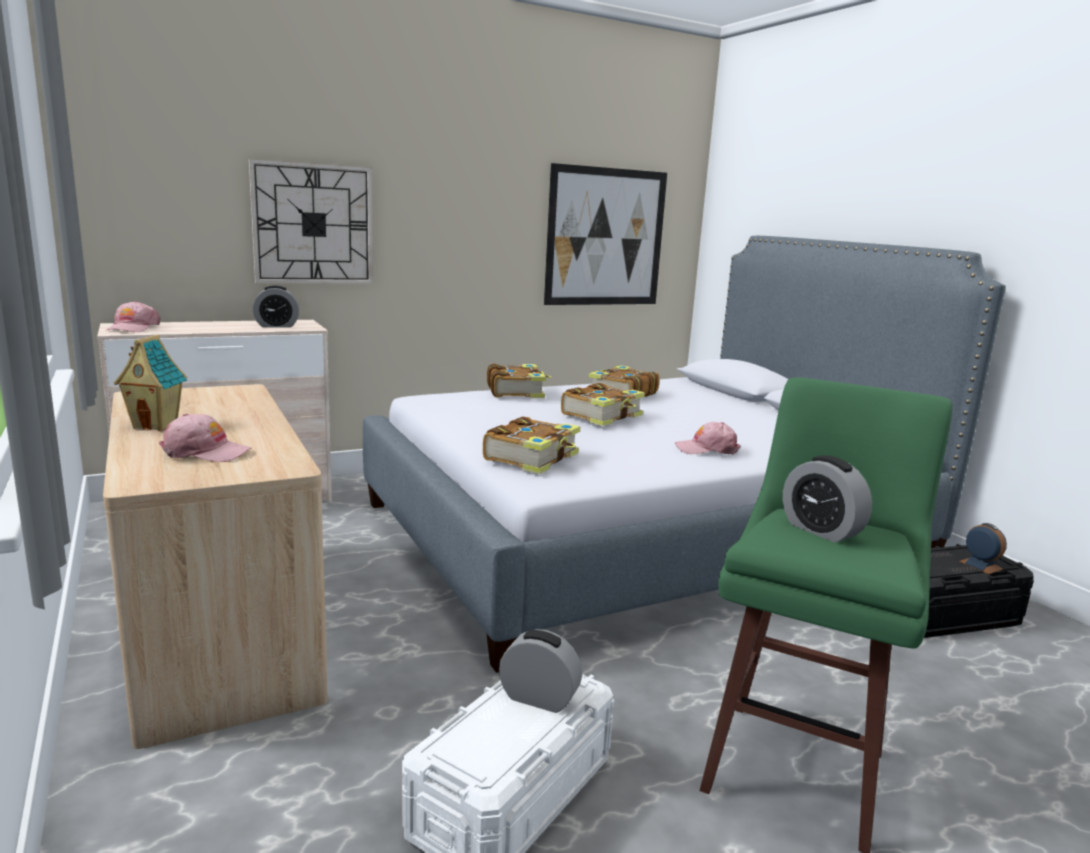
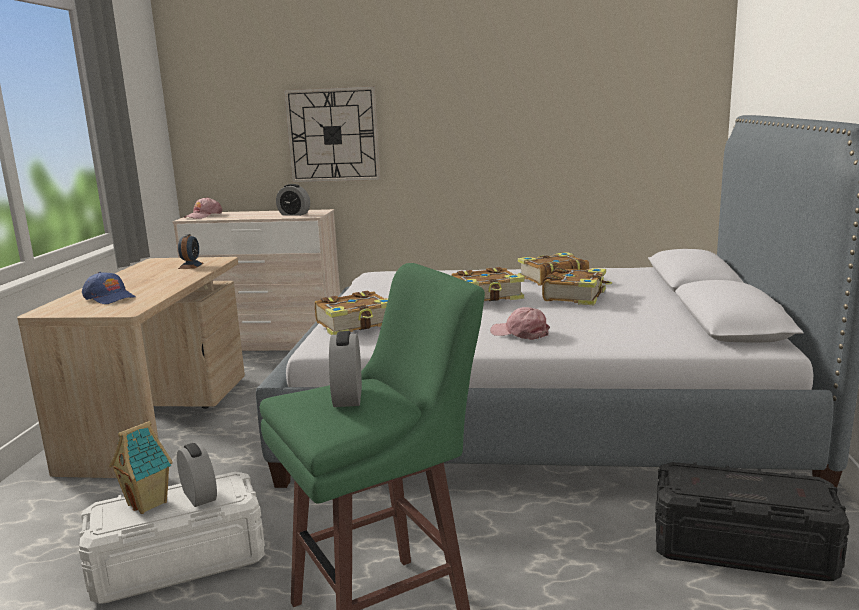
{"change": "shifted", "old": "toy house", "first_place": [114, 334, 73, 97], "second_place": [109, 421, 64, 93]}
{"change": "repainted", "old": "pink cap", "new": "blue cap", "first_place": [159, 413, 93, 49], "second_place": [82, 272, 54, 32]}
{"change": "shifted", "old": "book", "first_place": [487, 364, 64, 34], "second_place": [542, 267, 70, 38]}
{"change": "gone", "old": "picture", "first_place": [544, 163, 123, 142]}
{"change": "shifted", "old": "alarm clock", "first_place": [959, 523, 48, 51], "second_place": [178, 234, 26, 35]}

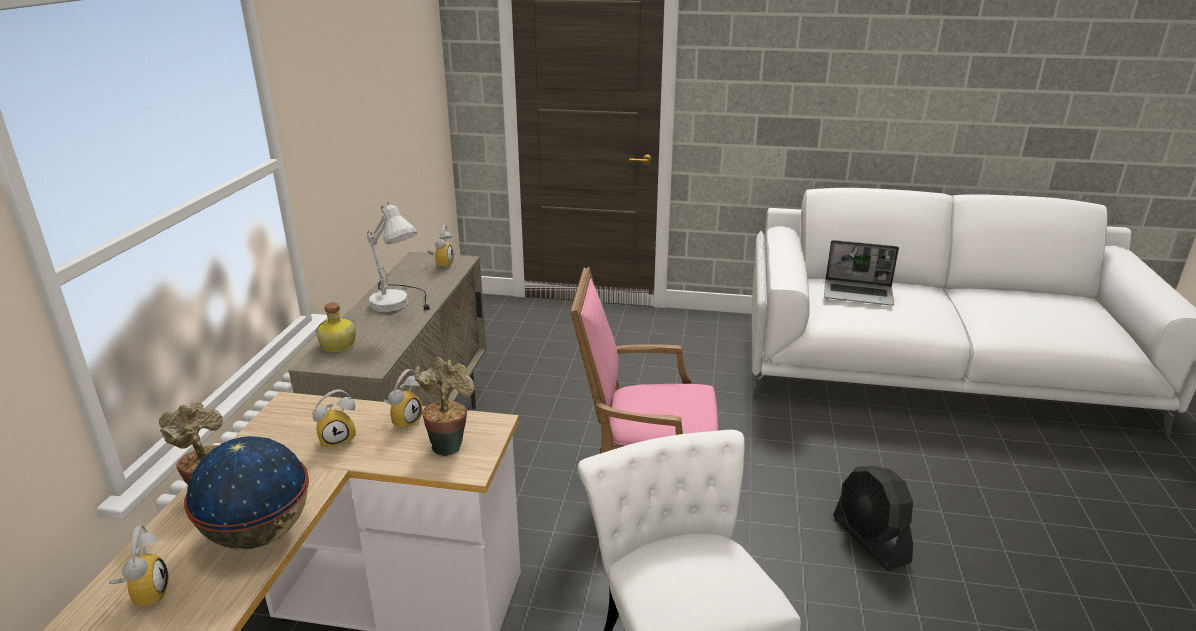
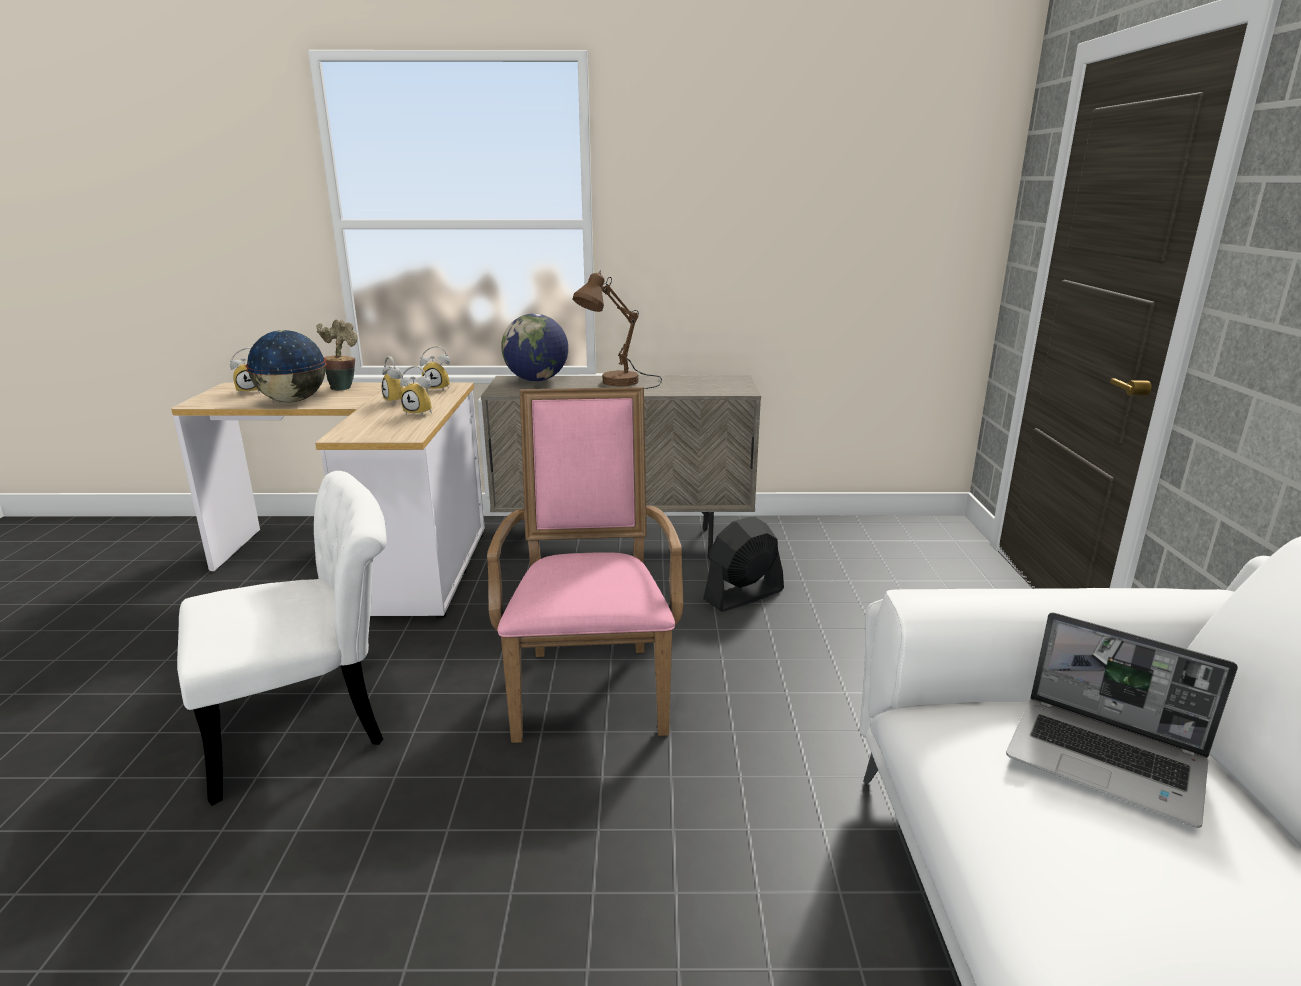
{"change": "swapped", "old": "bottle", "new": "globe", "first_place": [316, 302, 40, 50], "second_place": [501, 314, 67, 67]}
{"change": "repainted", "old": "white table lamp", "new": "brown table lamp", "first_place": [367, 202, 63, 110], "second_place": [572, 271, 90, 118]}
{"change": "gone", "old": "potted plant", "first_place": [414, 357, 61, 99]}
{"change": "shifted", "old": "alarm clock", "first_place": [427, 225, 27, 43], "second_place": [420, 346, 30, 45]}
{"change": "rotated", "old": "laptop", "first_place": [824, 240, 75, 66], "second_place": [1006, 613, 232, 215], "degrees": -60}
{"change": "shifted", "old": "black fan", "first_place": [833, 466, 80, 104], "second_place": [703, 517, 81, 95]}

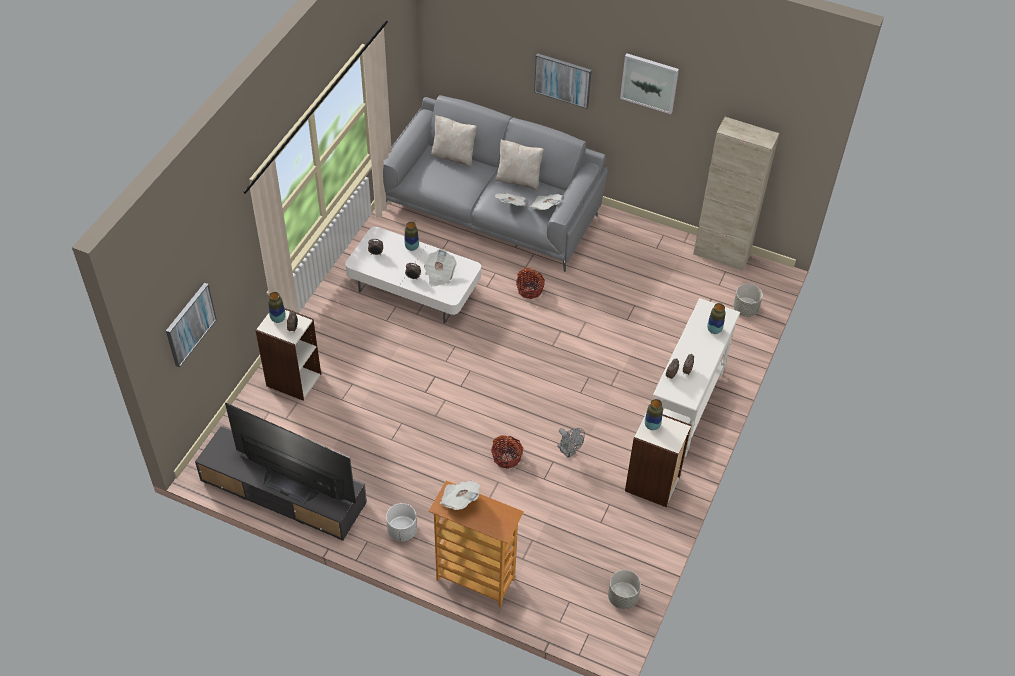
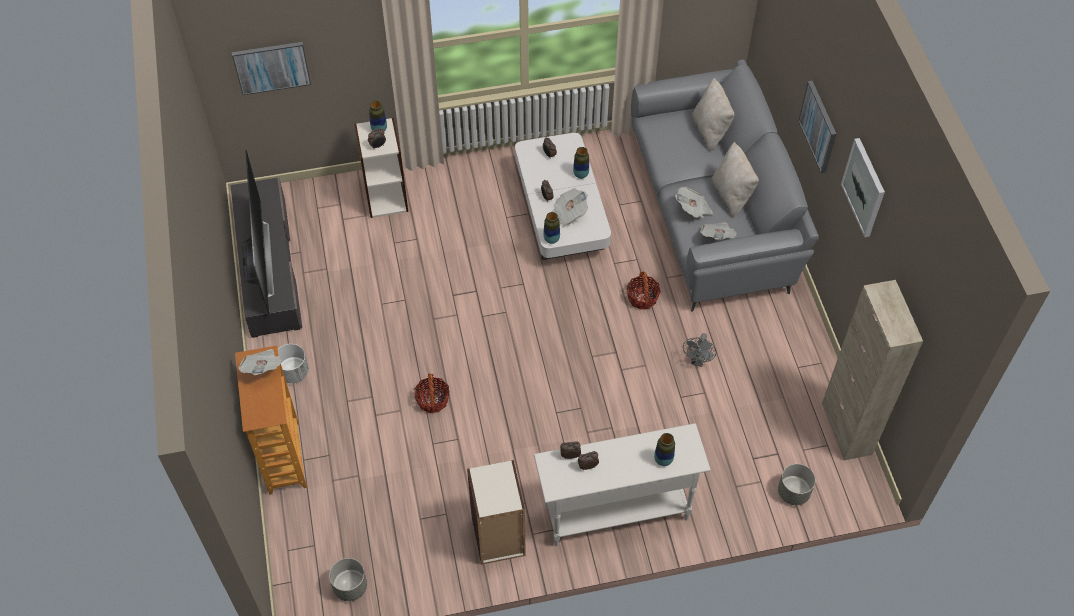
{"change": "shifted", "old": "grey fan", "first_place": [557, 428, 28, 30], "second_place": [683, 333, 33, 34]}
{"change": "shifted", "old": "vase", "first_place": [645, 399, 18, 31], "second_place": [543, 212, 17, 32]}

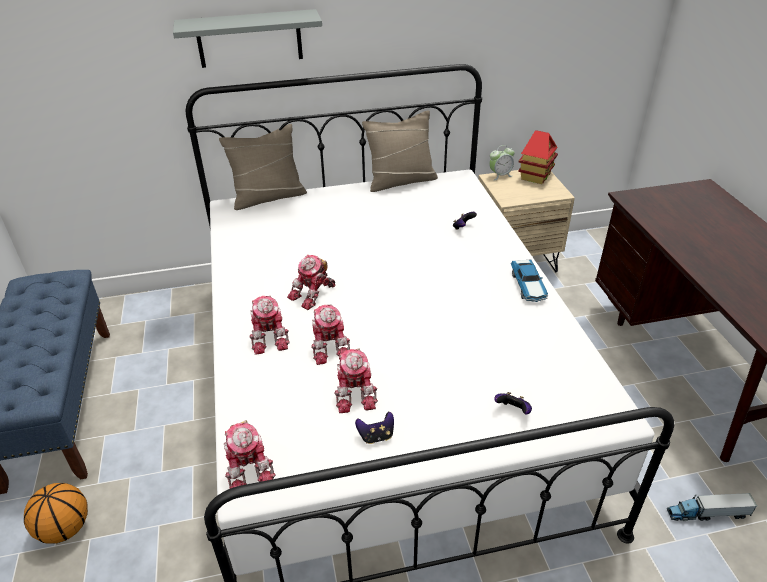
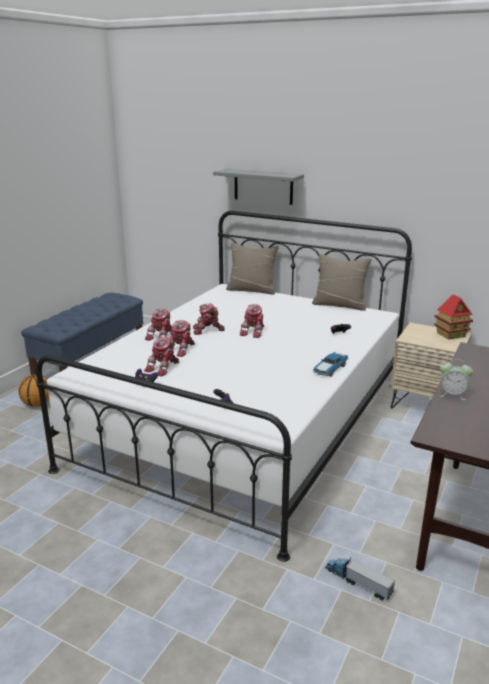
{"change": "shifted", "old": "toy robot", "first_place": [224, 420, 52, 69], "second_place": [240, 304, 24, 34]}
{"change": "shifted", "old": "alarm clock", "first_place": [489, 145, 26, 36], "second_place": [439, 359, 34, 41]}

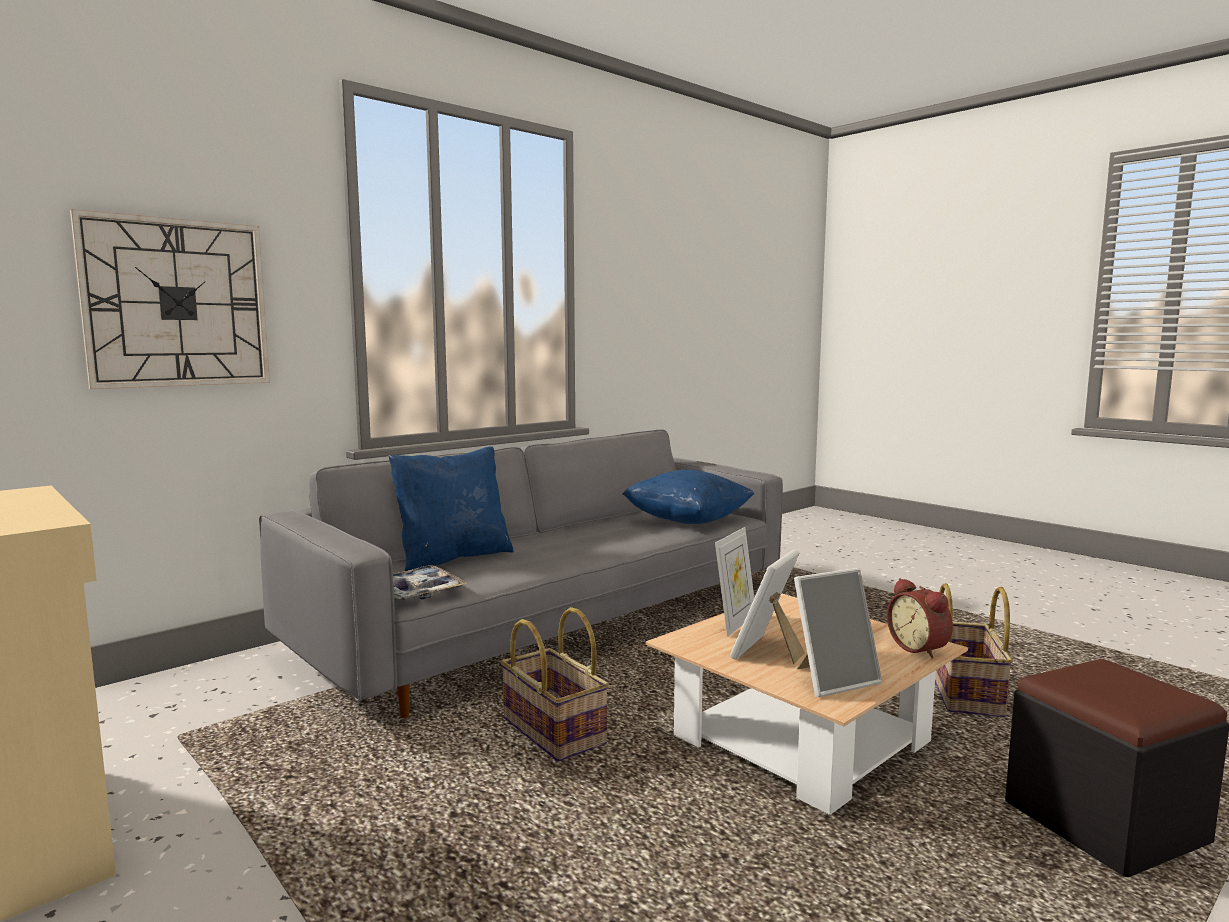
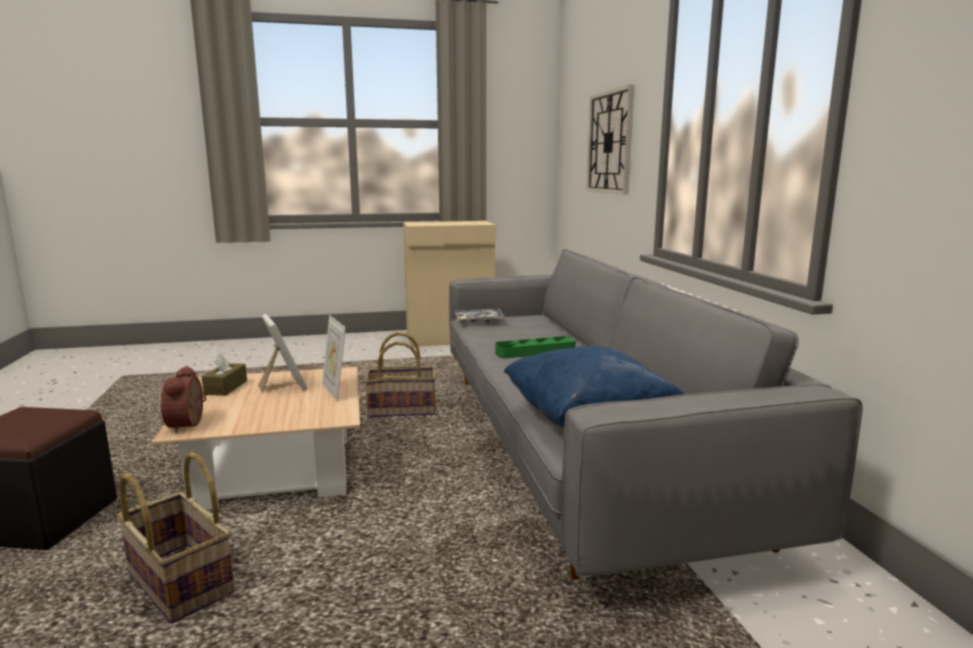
{"change": "gone", "old": "blue pillow", "first_place": [389, 446, 125, 125]}
{"change": "swapped", "old": "picture frame", "new": "brown tissue box", "first_place": [794, 568, 88, 129], "second_place": [202, 352, 45, 44]}
{"change": "rotated", "old": "alarm clock", "first_place": [887, 578, 66, 81], "second_place": [161, 366, 45, 68], "degrees": -105}
{"change": "new", "new": "green tray", "second_place": [495, 336, 81, 22]}

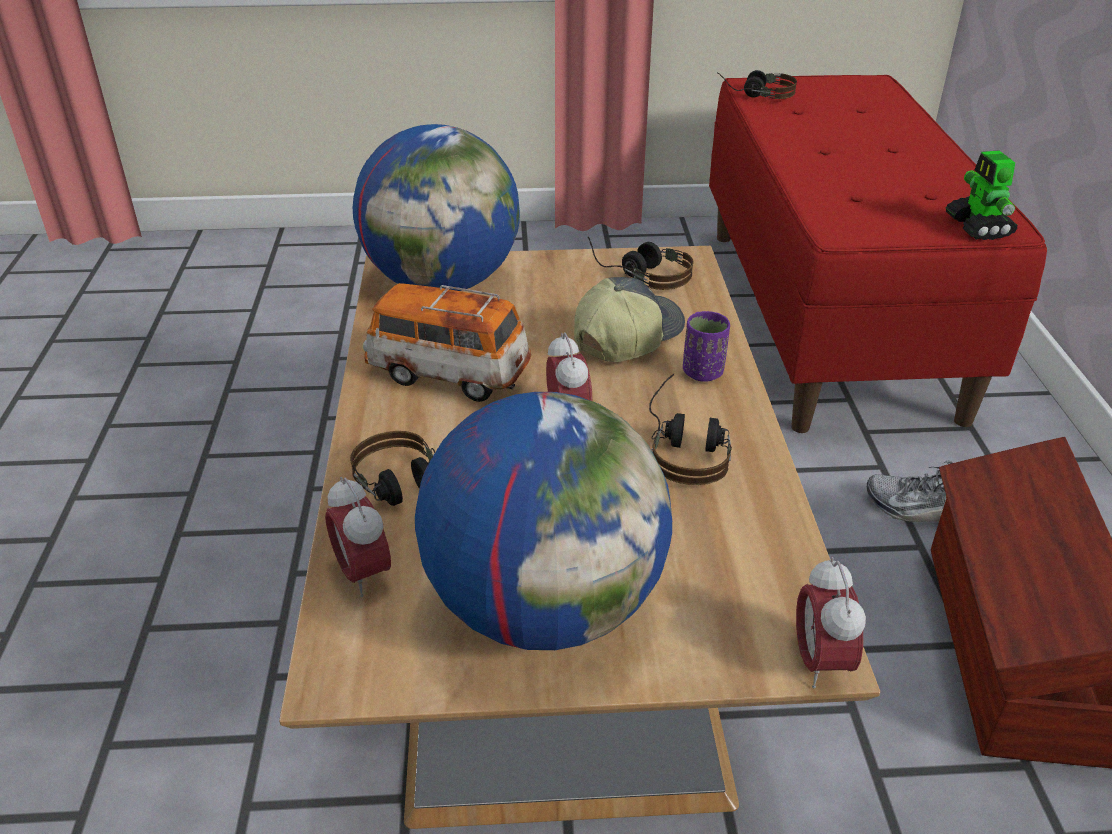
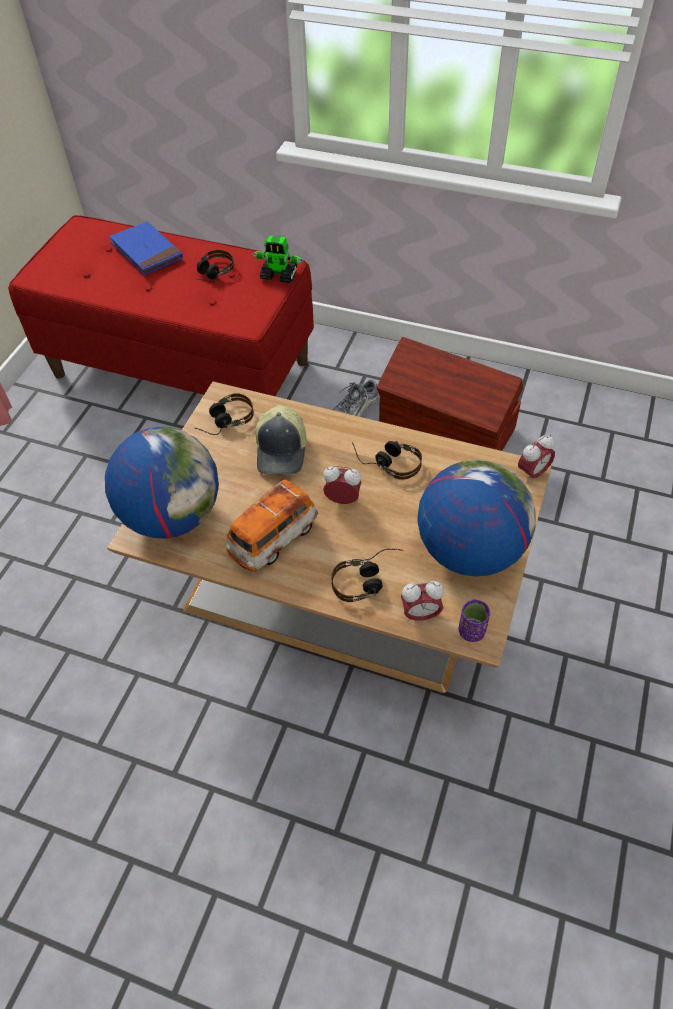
{"change": "rotated", "old": "cap", "first_place": [574, 277, 111, 85], "second_place": [256, 405, 51, 69], "degrees": -150}
{"change": "shifted", "old": "purple cup", "first_place": [683, 311, 47, 71], "second_place": [459, 600, 31, 42]}
{"change": "shifted", "old": "headphones", "first_place": [717, 70, 80, 29], "second_place": [196, 250, 38, 32]}
{"change": "rotated", "old": "alarm clock", "first_place": [796, 557, 70, 131], "second_place": [518, 435, 37, 48], "degrees": -60}
{"change": "new", "new": "blue book", "second_place": [109, 221, 74, 54]}

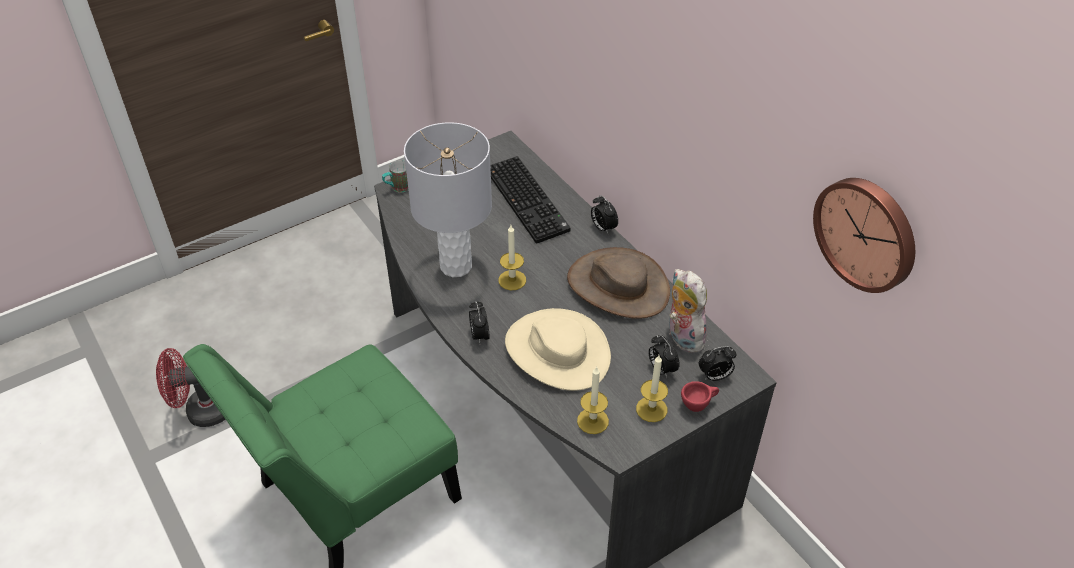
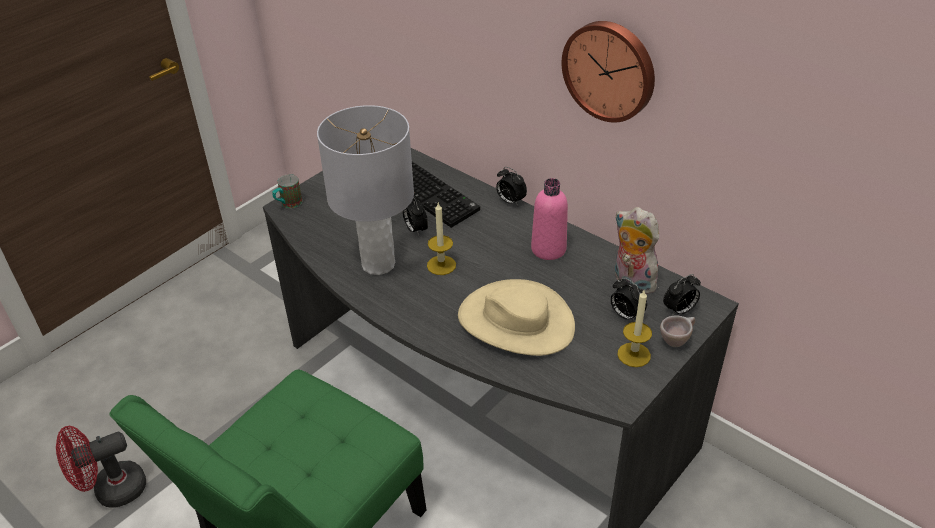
{"change": "shifted", "old": "alarm clock", "first_place": [469, 301, 21, 42], "second_place": [402, 197, 26, 39]}
{"change": "swapped", "old": "brown hat", "new": "pink bottle", "first_place": [567, 247, 103, 72], "second_place": [531, 178, 37, 82]}
{"change": "gone", "old": "candle", "first_place": [577, 366, 32, 68]}
{"change": "repainted", "old": "red cup", "new": "beige cup", "first_place": [681, 381, 38, 31], "second_place": [660, 315, 35, 32]}
{"change": "shifted", "old": "wall clock", "first_place": [813, 178, 102, 115], "second_place": [562, 21, 93, 102]}

